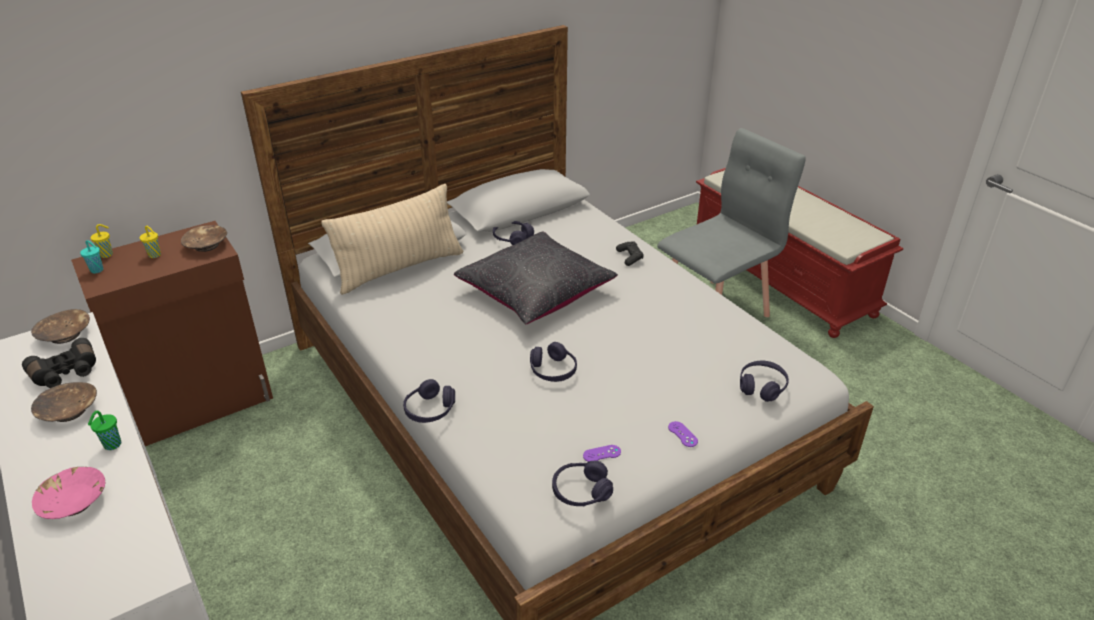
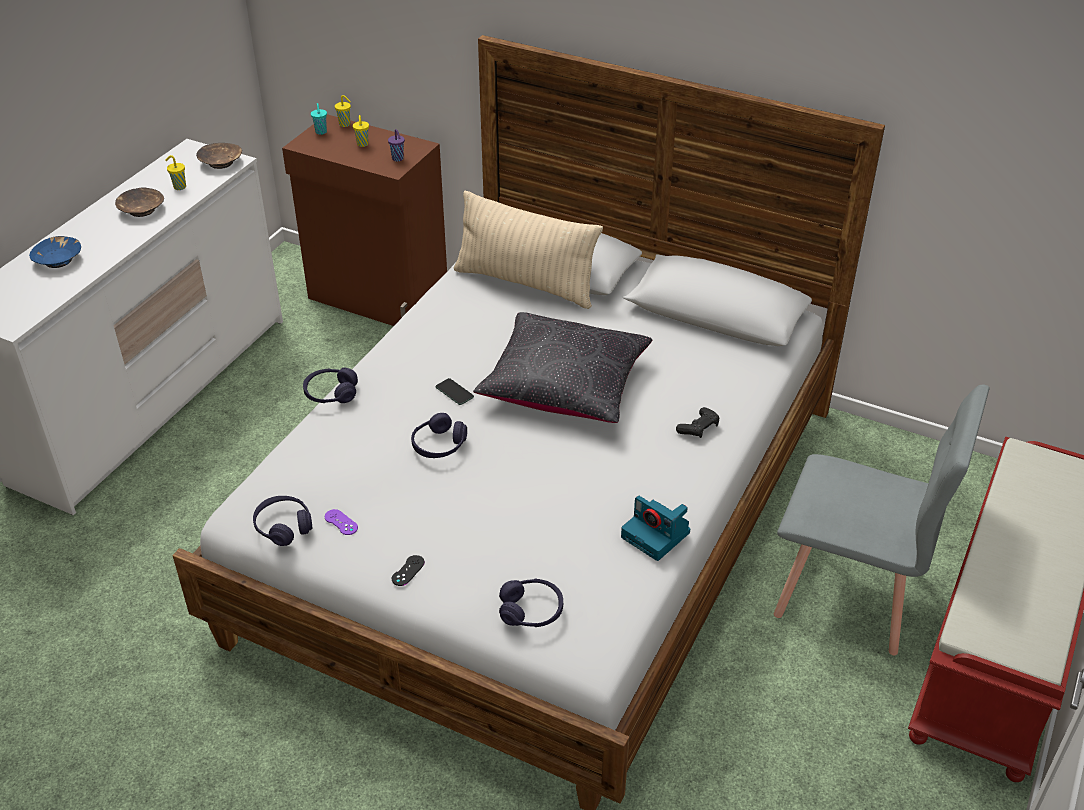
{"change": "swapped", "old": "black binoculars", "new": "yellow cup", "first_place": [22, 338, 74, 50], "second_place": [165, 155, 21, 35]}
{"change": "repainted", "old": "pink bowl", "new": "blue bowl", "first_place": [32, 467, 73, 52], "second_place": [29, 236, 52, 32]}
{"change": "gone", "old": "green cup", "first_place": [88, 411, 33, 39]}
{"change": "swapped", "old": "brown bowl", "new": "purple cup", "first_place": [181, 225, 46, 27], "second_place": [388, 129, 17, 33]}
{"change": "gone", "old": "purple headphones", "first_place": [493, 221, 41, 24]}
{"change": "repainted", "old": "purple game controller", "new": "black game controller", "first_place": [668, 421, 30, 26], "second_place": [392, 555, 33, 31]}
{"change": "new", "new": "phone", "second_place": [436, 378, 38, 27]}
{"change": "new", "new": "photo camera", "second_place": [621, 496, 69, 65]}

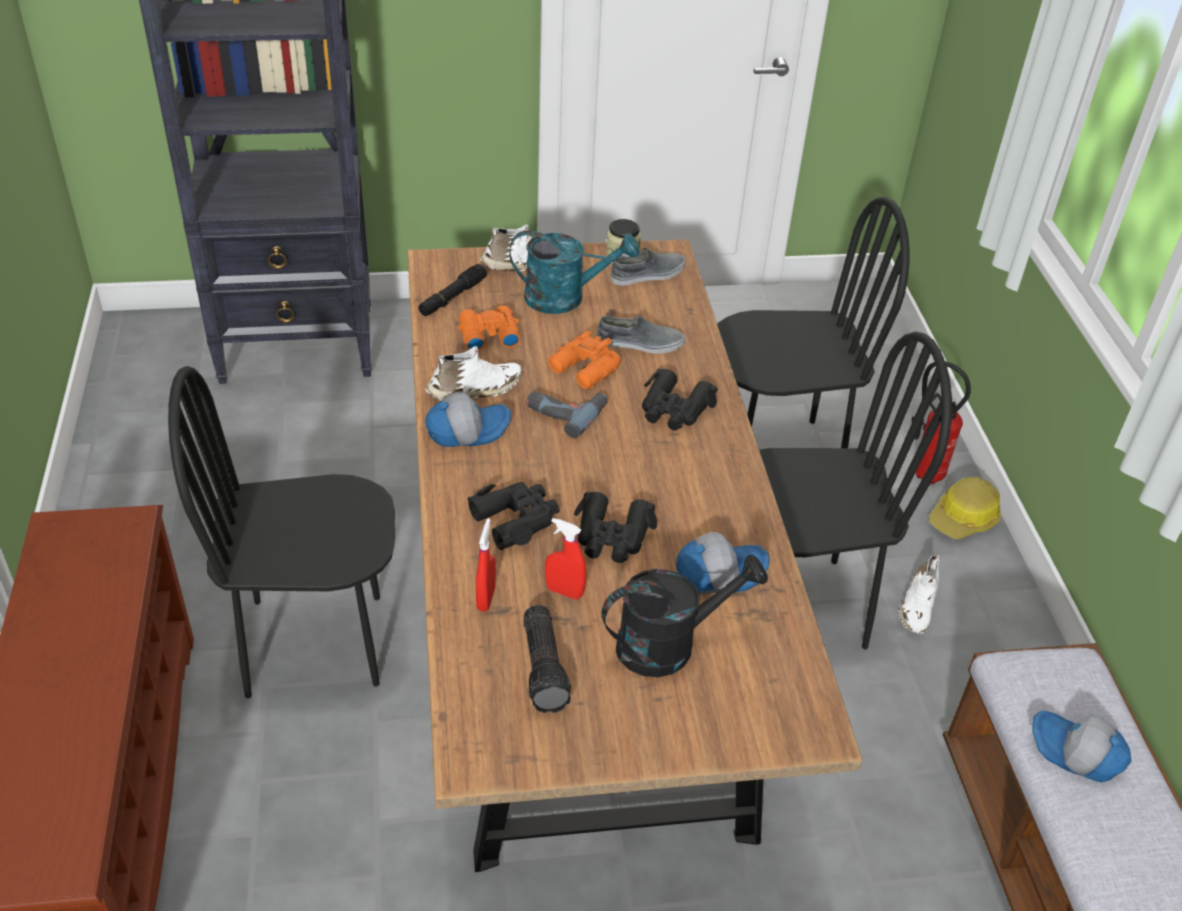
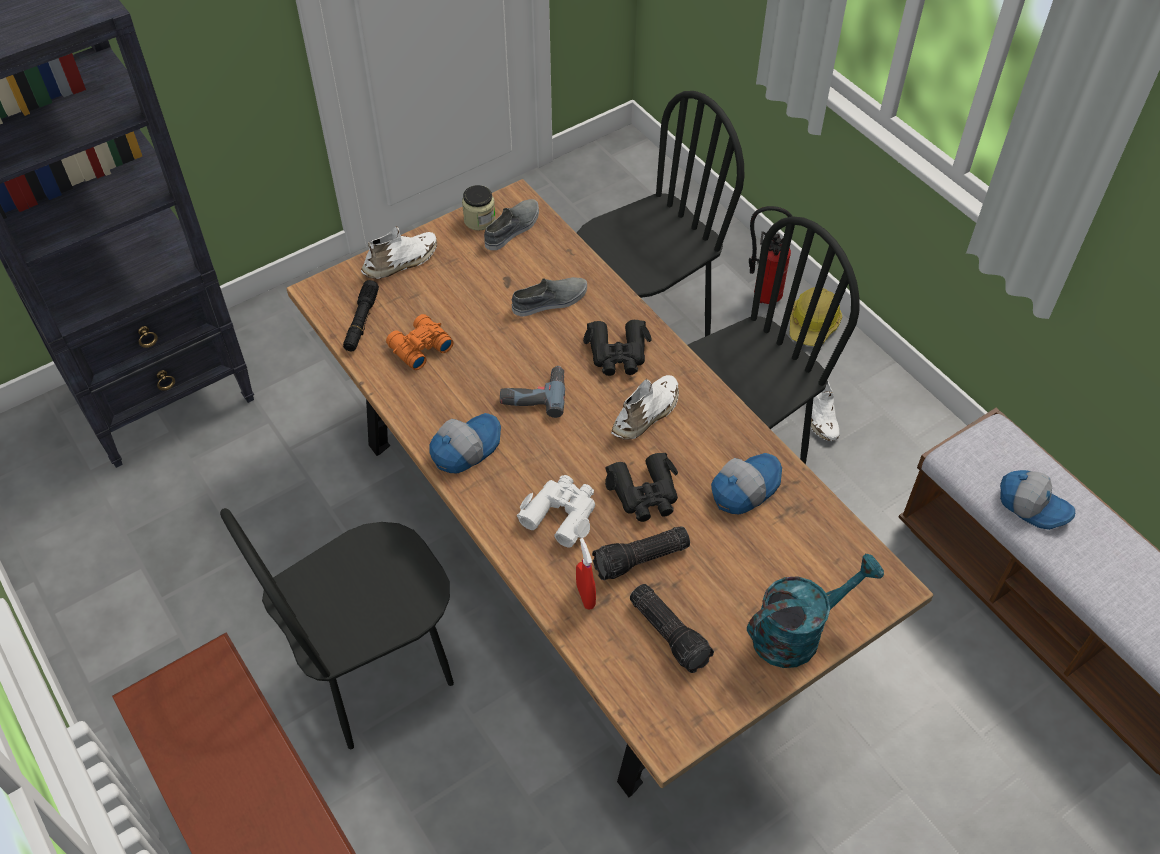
{"change": "shifted", "old": "white shoe", "first_place": [425, 345, 97, 56], "second_place": [611, 375, 68, 65]}
{"change": "repainted", "old": "black binoculars", "new": "white binoculars", "first_place": [467, 482, 93, 68], "second_place": [517, 475, 78, 73]}
{"change": "shifted", "old": "turquoise watering can", "first_place": [509, 230, 130, 84], "second_place": [747, 554, 137, 114]}
{"change": "swapped", "old": "red spray bottle", "new": "flashlight", "first_place": [545, 518, 41, 82], "second_place": [592, 526, 98, 54]}
{"change": "gone", "old": "orange binoculars", "first_place": [548, 331, 73, 58]}
{"change": "gone", "old": "black watering can", "first_place": [601, 554, 167, 123]}
{"change": "rotated", "old": "cap", "first_place": [1032, 710, 99, 72], "second_place": [1000, 470, 75, 60], "degrees": -150}

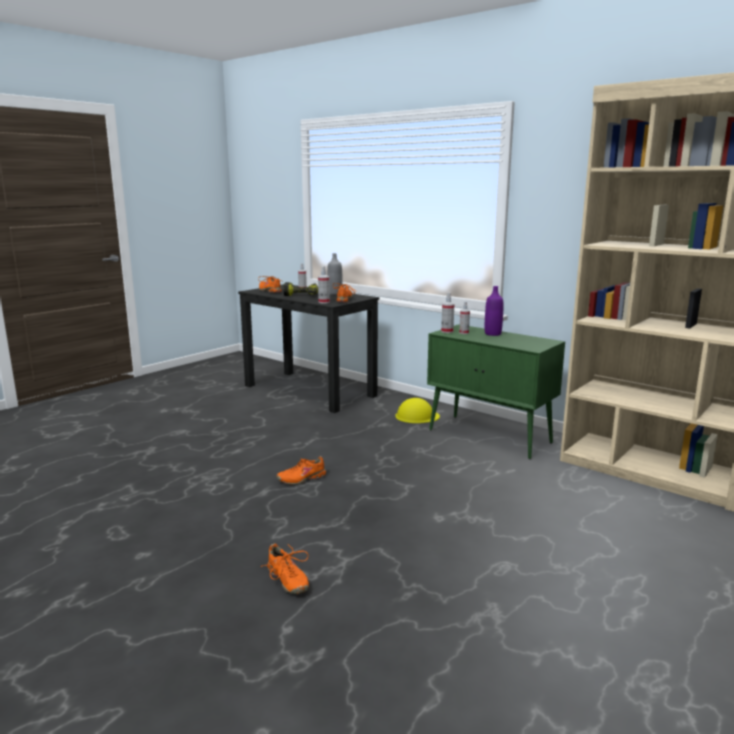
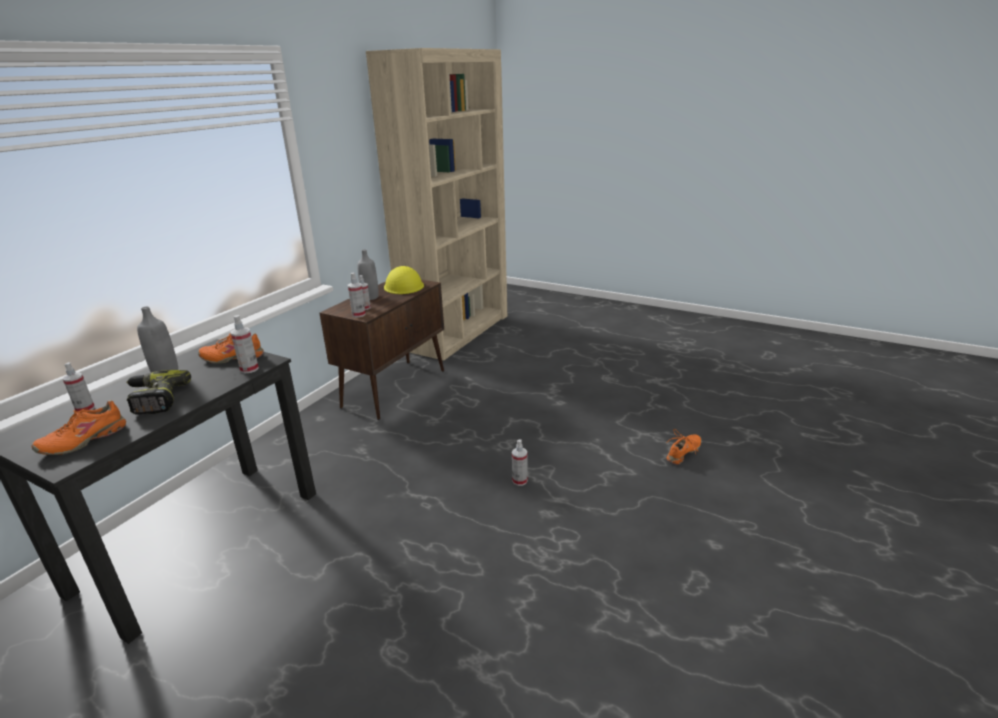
{"change": "swapped", "old": "orange shoe", "new": "spray bottle", "first_place": [276, 456, 50, 29], "second_place": [512, 440, 16, 46]}
{"change": "shifted", "old": "yellow hard hat", "first_place": [395, 398, 45, 25], "second_place": [384, 266, 40, 28]}
{"change": "repainted", "old": "green cabinet", "new": "brown cabinet", "first_place": [427, 324, 138, 135], "second_place": [319, 280, 125, 140]}
{"change": "repainted", "old": "purple bottle", "new": "grey bottle", "first_place": [485, 286, 18, 50], "second_place": [357, 249, 22, 51]}

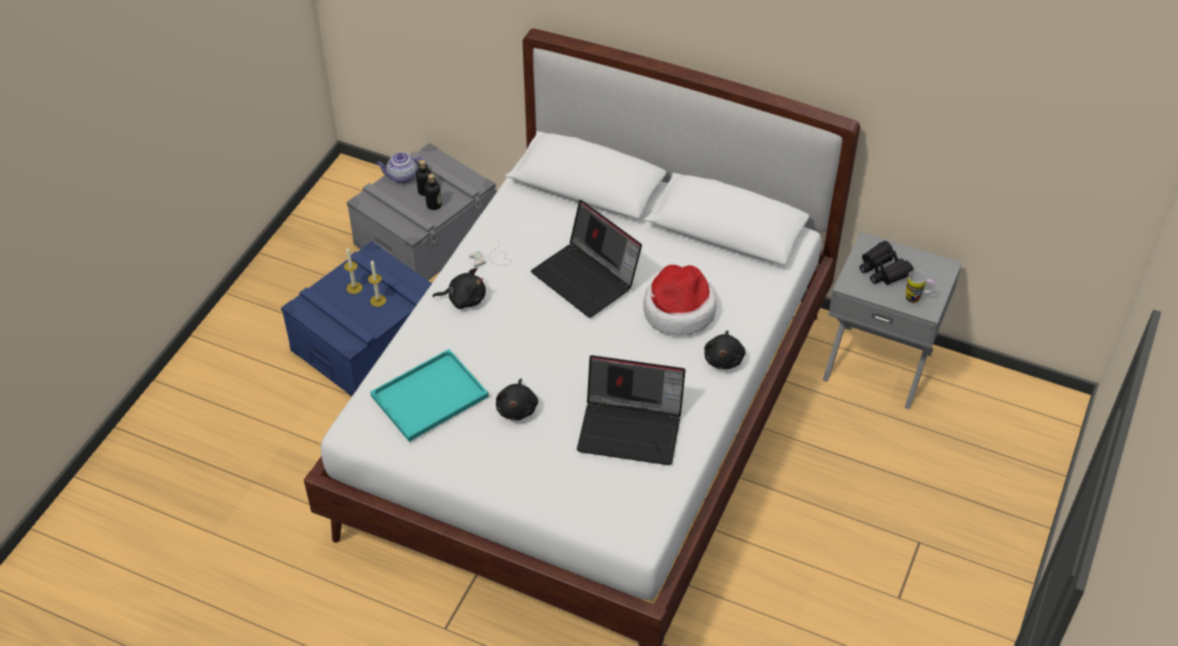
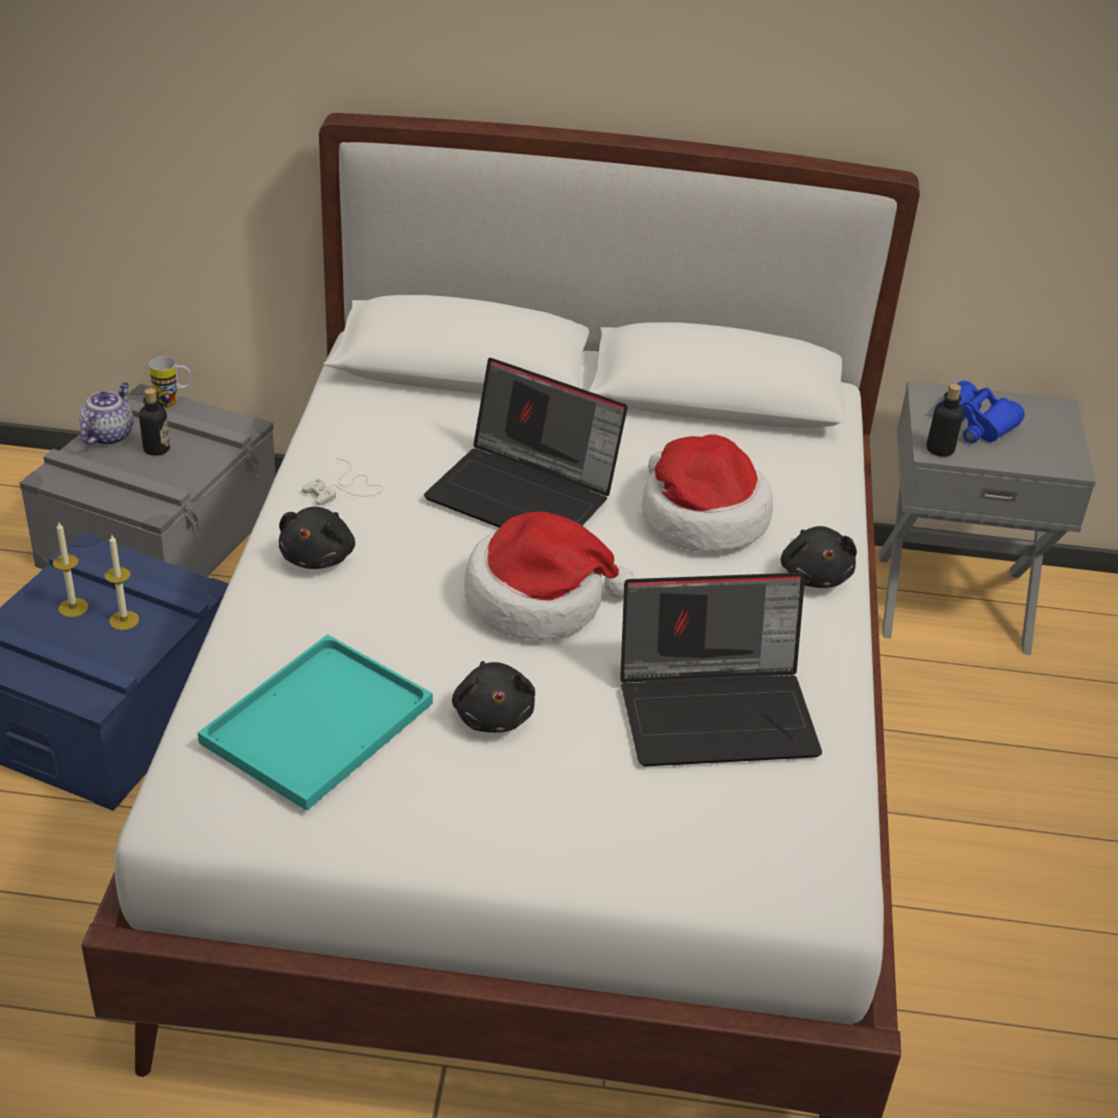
{"change": "rotated", "old": "teapot", "first_place": [376, 152, 51, 32], "second_place": [79, 382, 55, 63], "degrees": 135}
{"change": "shifted", "old": "bottle", "first_place": [425, 174, 17, 36], "second_place": [926, 384, 38, 73]}
{"change": "rotated", "old": "black plush toy", "first_place": [433, 268, 53, 41], "second_place": [279, 507, 76, 62], "degrees": 120}
{"change": "repainted", "old": "black binoculars", "new": "blue binoculars", "first_place": [859, 241, 55, 44], "second_place": [936, 381, 89, 63]}
{"change": "shifted", "old": "mug", "first_place": [906, 270, 29, 33], "second_place": [149, 356, 42, 52]}
{"change": "new", "new": "hat", "second_place": [464, 512, 170, 128]}

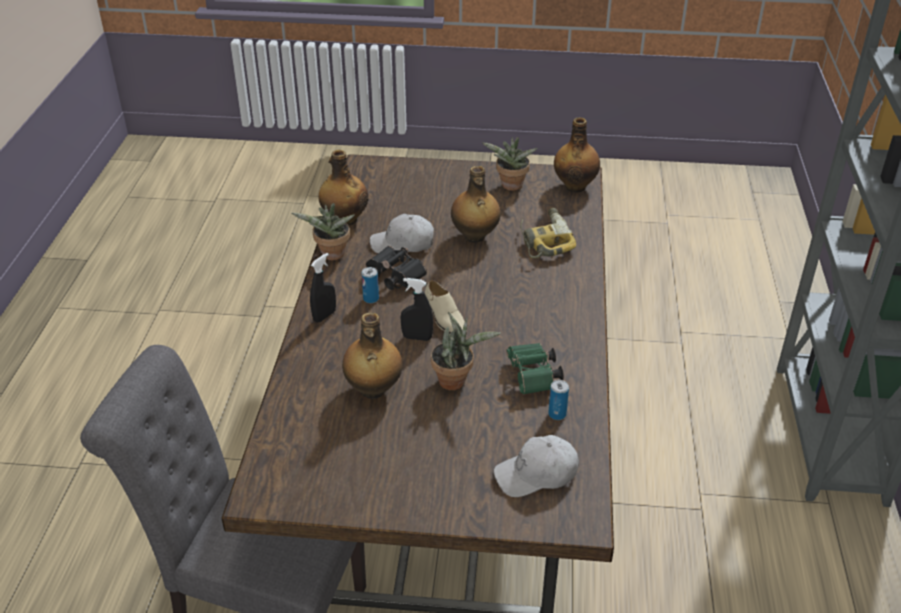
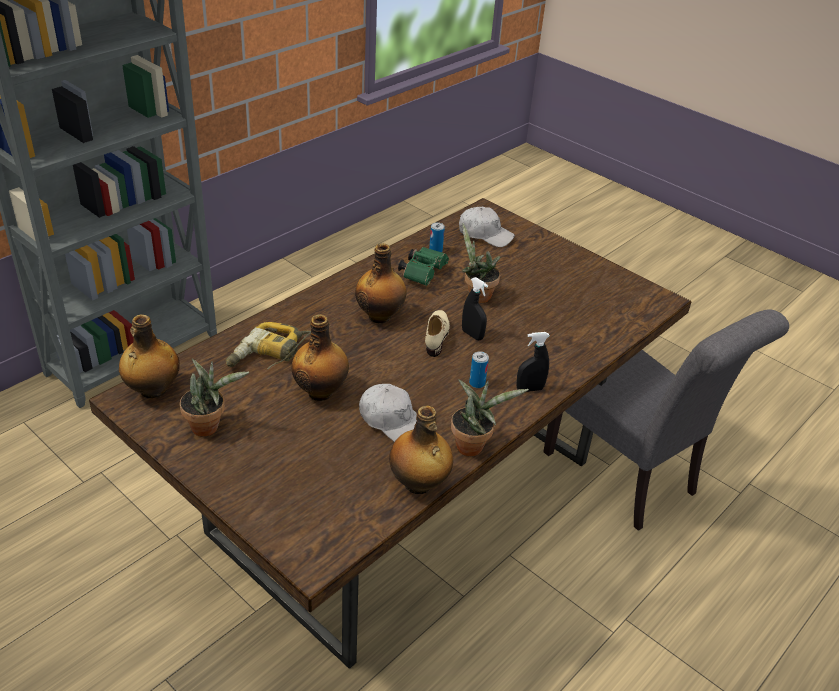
{"change": "shifted", "old": "bottle", "first_place": [342, 313, 60, 86], "second_place": [355, 243, 52, 80]}
{"change": "gone", "old": "black binoculars", "first_place": [366, 246, 61, 44]}

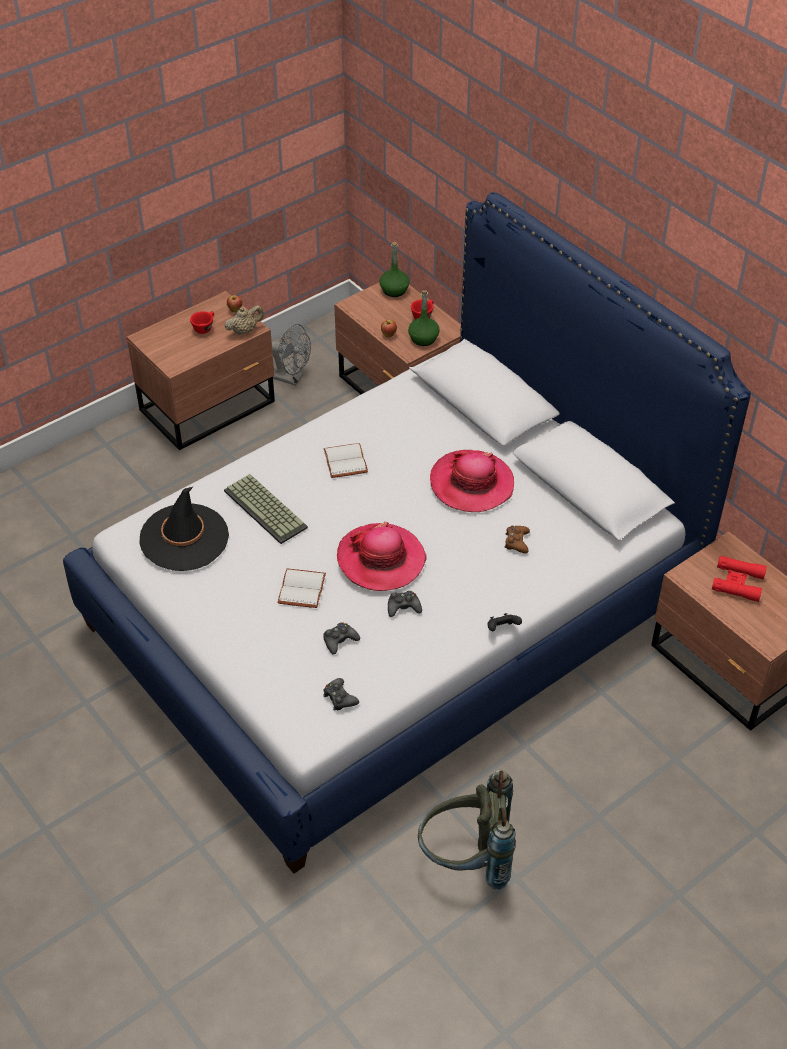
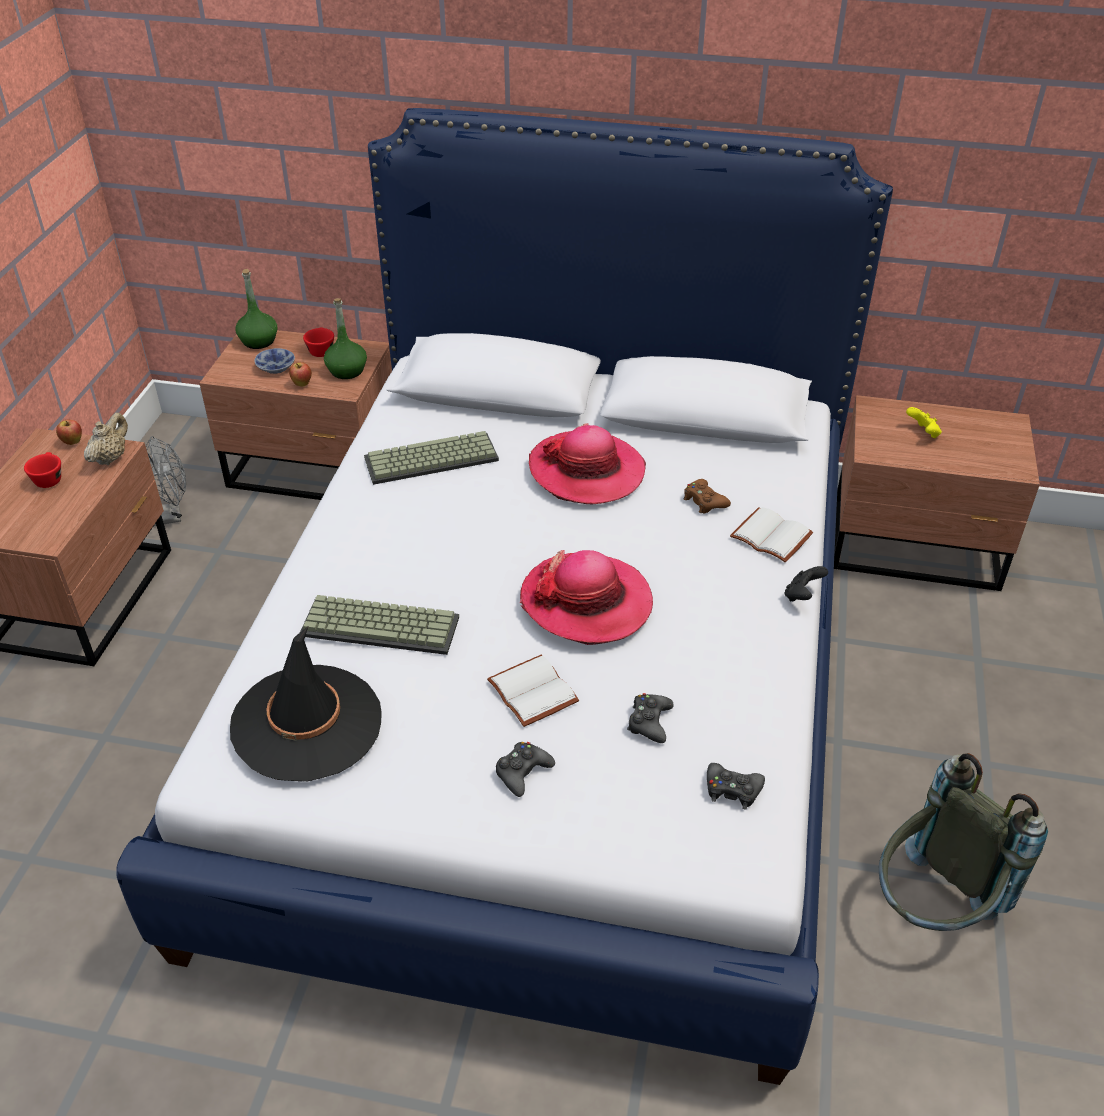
{"change": "shifted", "old": "white book", "first_place": [323, 443, 45, 35], "second_place": [730, 507, 83, 56]}
{"change": "shifted", "old": "black game controller", "first_place": [388, 591, 34, 26], "second_place": [496, 742, 59, 55]}
{"change": "swapped", "old": "red binoculars", "new": "yellow game controller", "first_place": [712, 556, 55, 46], "second_place": [906, 407, 36, 31]}
{"change": "new", "new": "bowl", "second_place": [254, 348, 41, 26]}
{"change": "new", "new": "keyboard", "second_place": [364, 431, 135, 54]}

